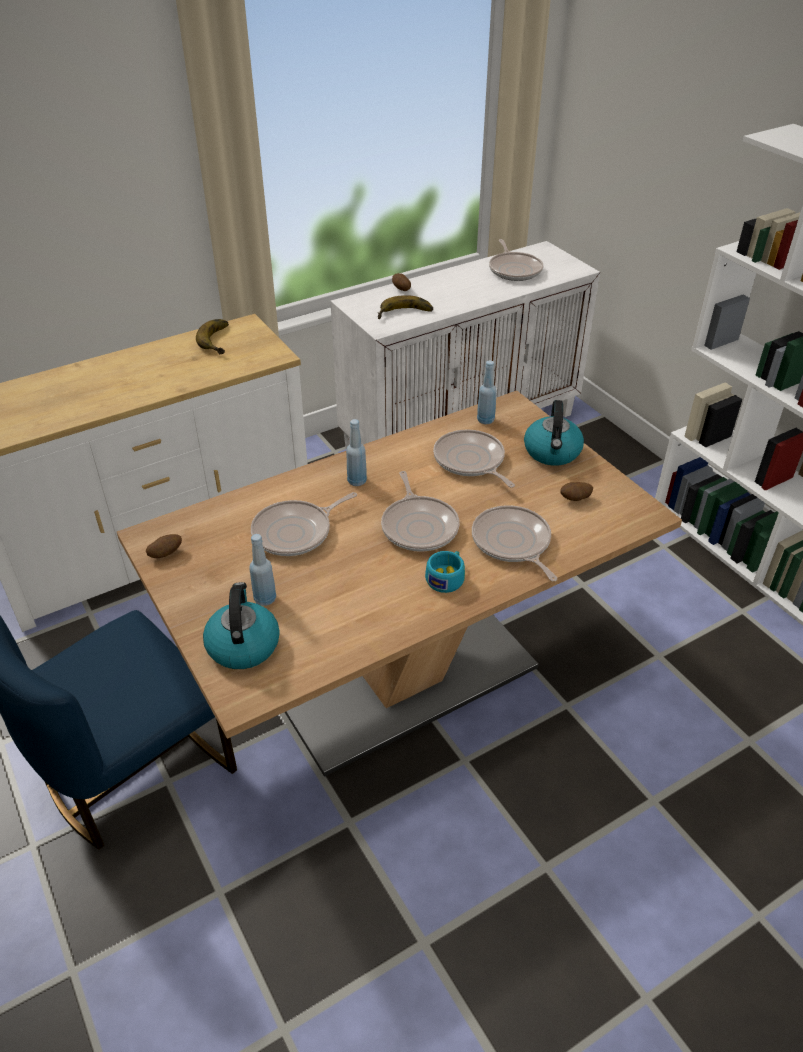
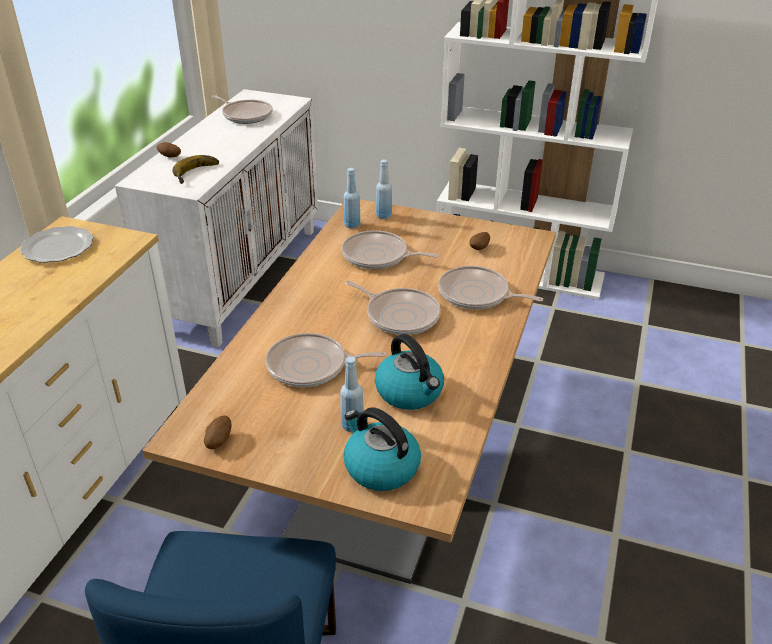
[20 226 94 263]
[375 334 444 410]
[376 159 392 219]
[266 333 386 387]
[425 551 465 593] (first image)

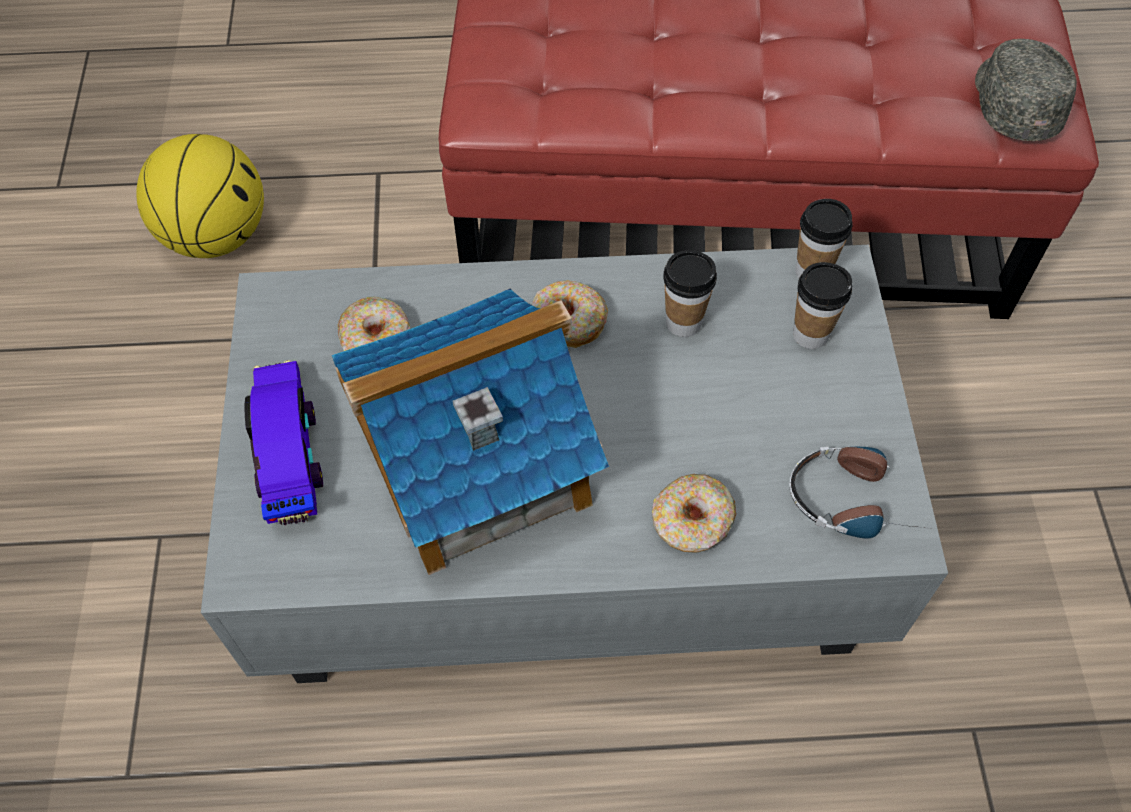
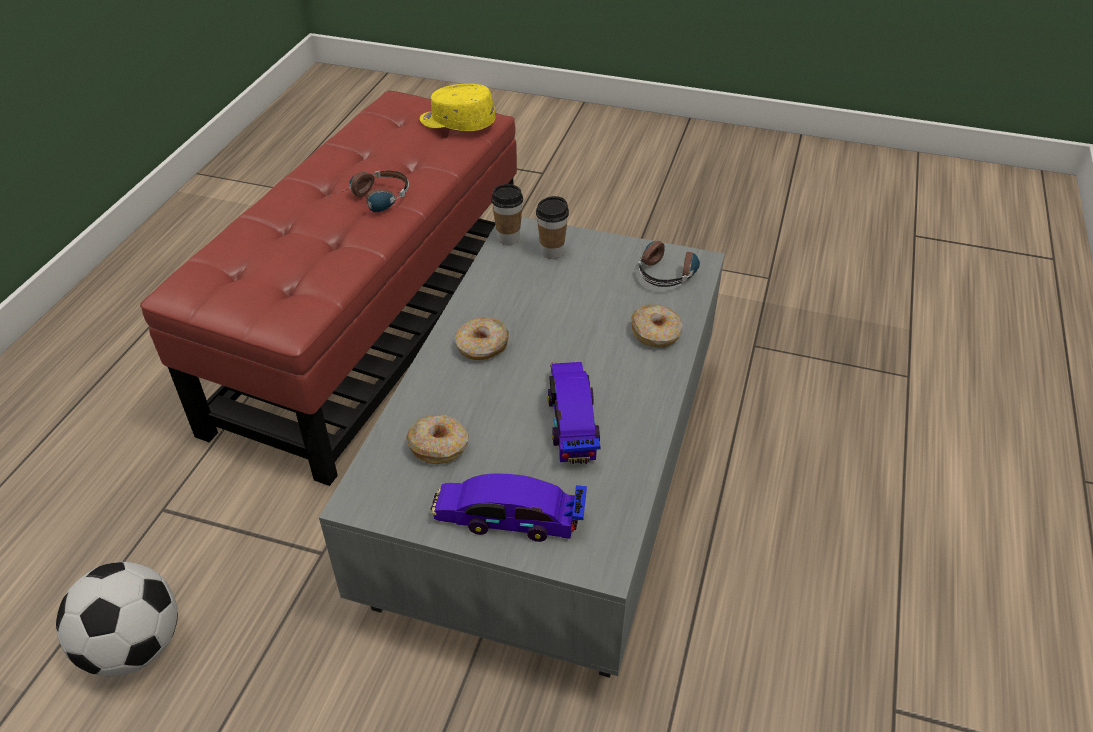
[420 84 495 131]
[56 562 178 676]
[663 250 717 337] (first image)
[547 361 601 464]
[329 170 409 212]

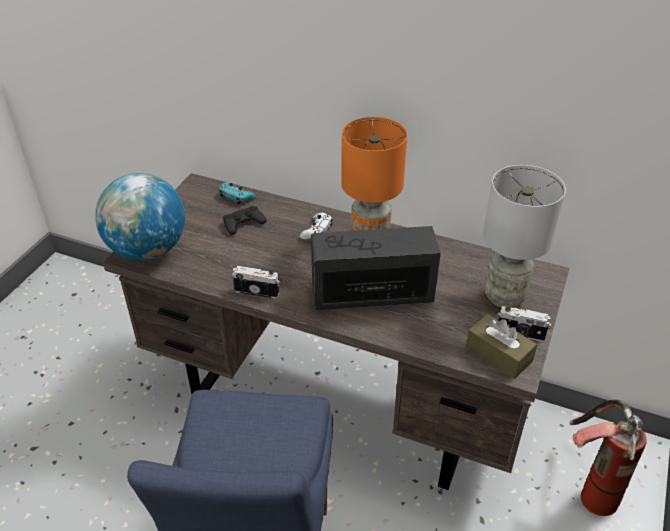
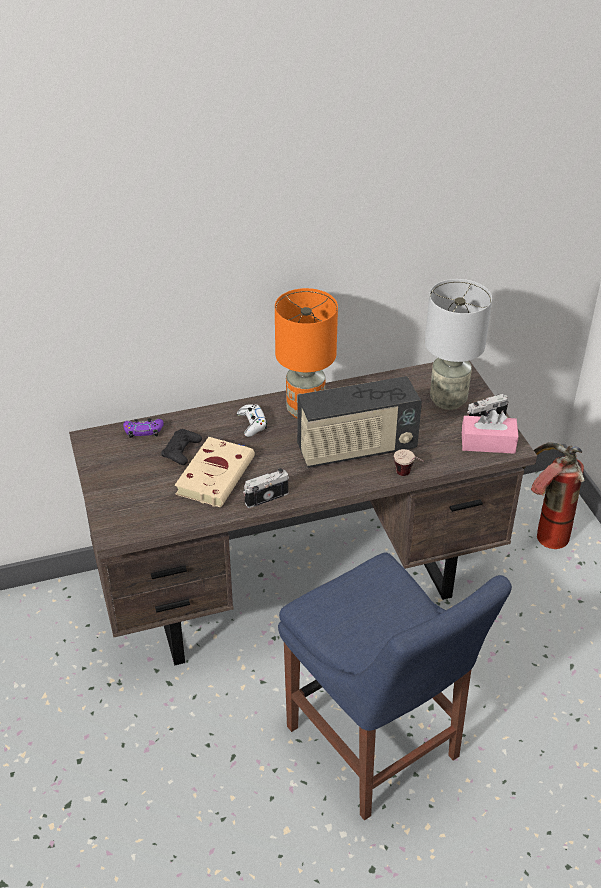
[95 173 185 260] (first image)
[123 418 164 438]
[297 376 422 468]
[462 410 519 454]
[175 437 255 508]
[394 449 424 476]

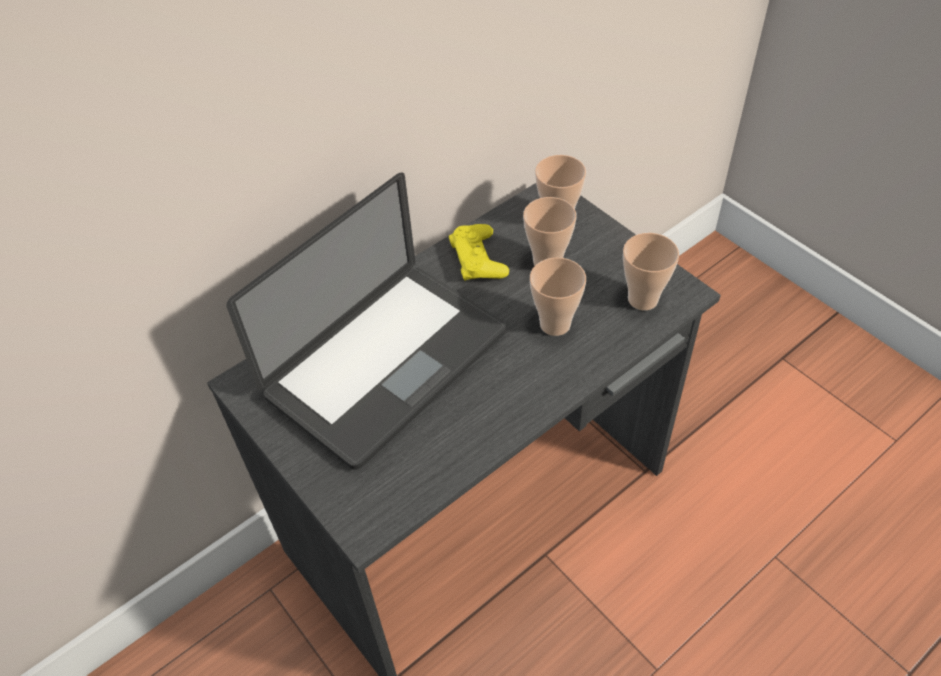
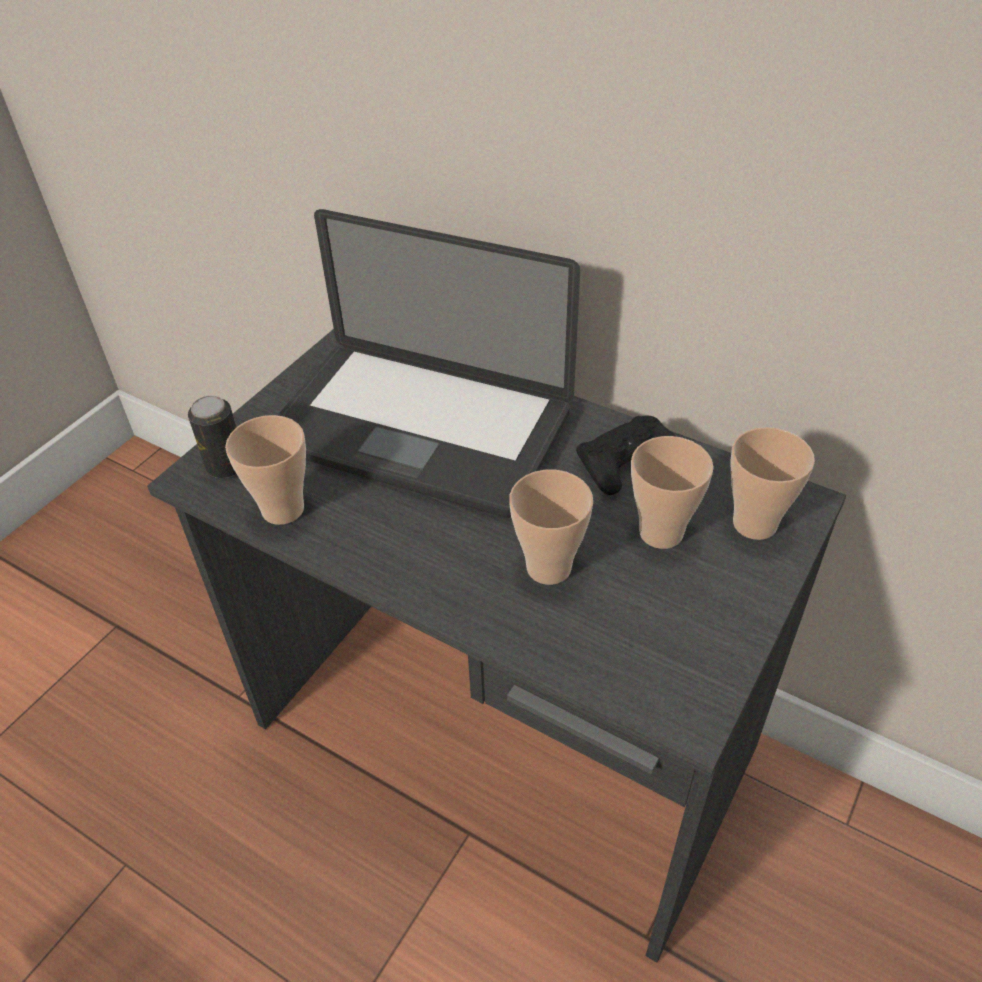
[576 416 676 495]
[225 415 306 525]
[188 395 236 478]

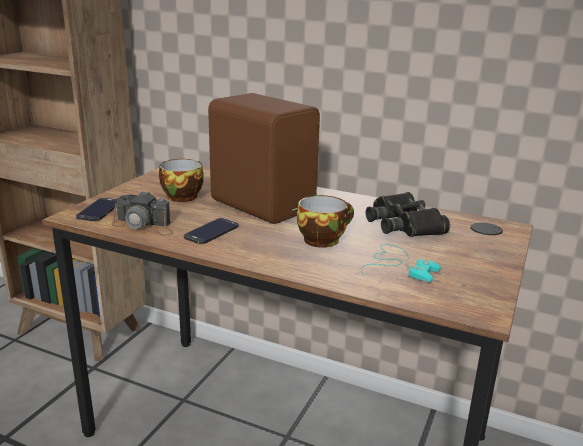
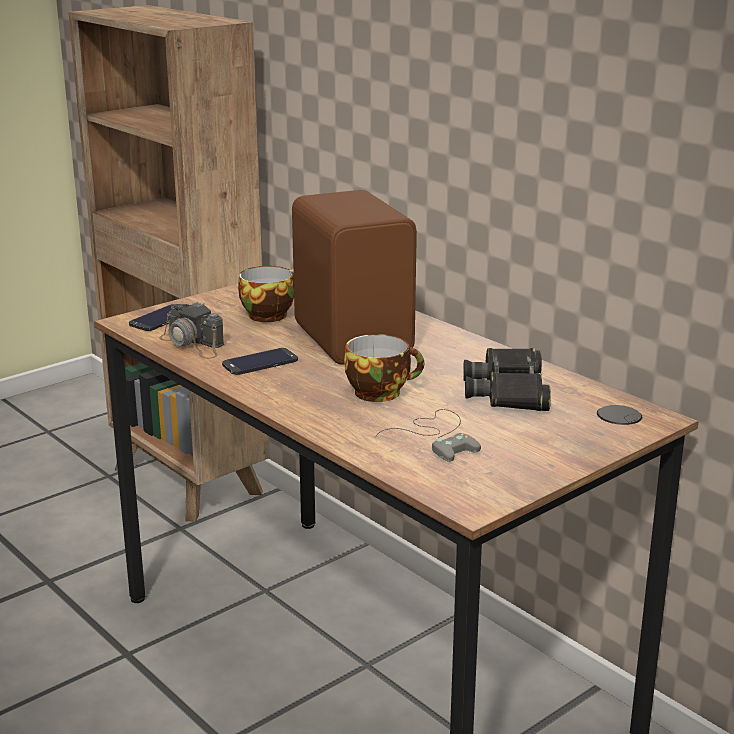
[375 409 481 462]

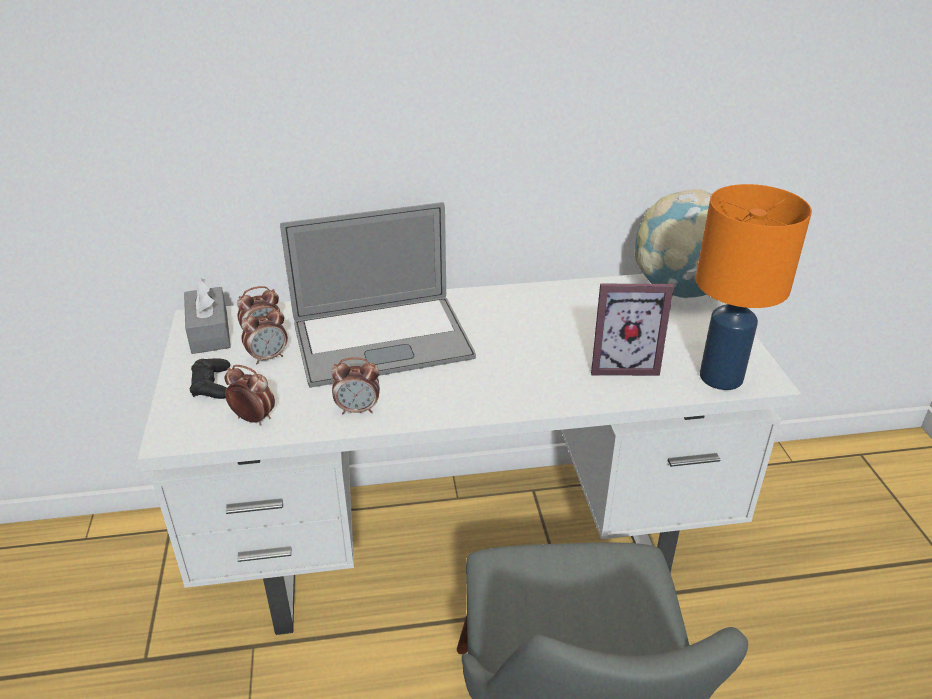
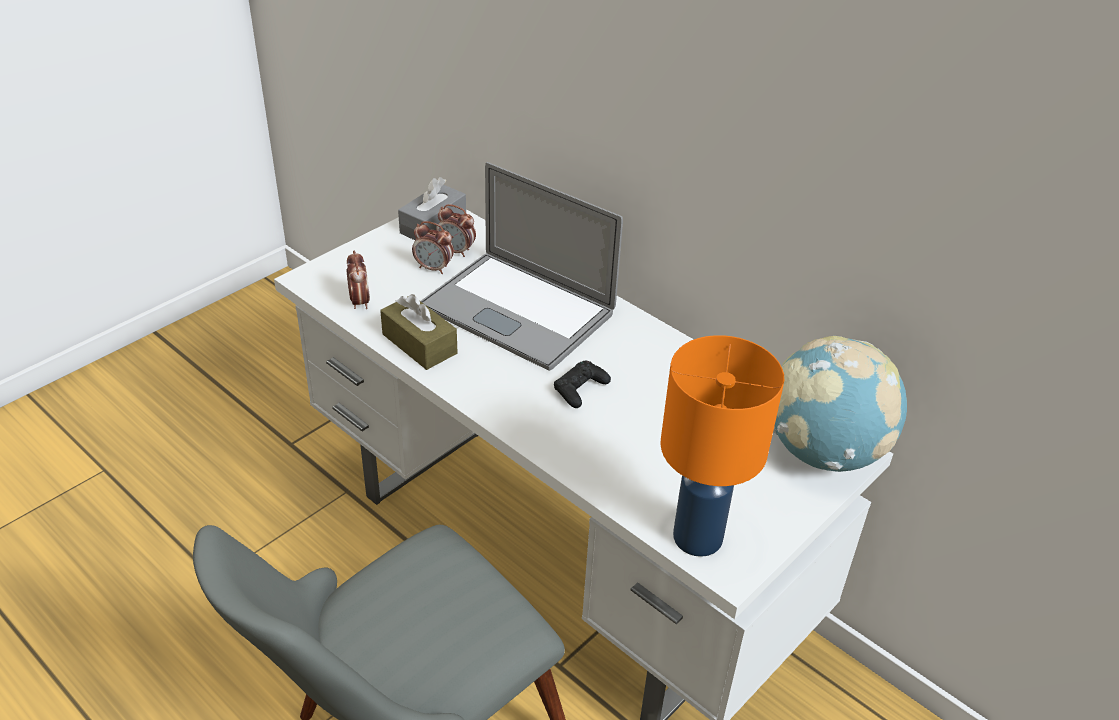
[591 284 674 376] (first image)
[380 294 457 370]
[554 361 611 408]

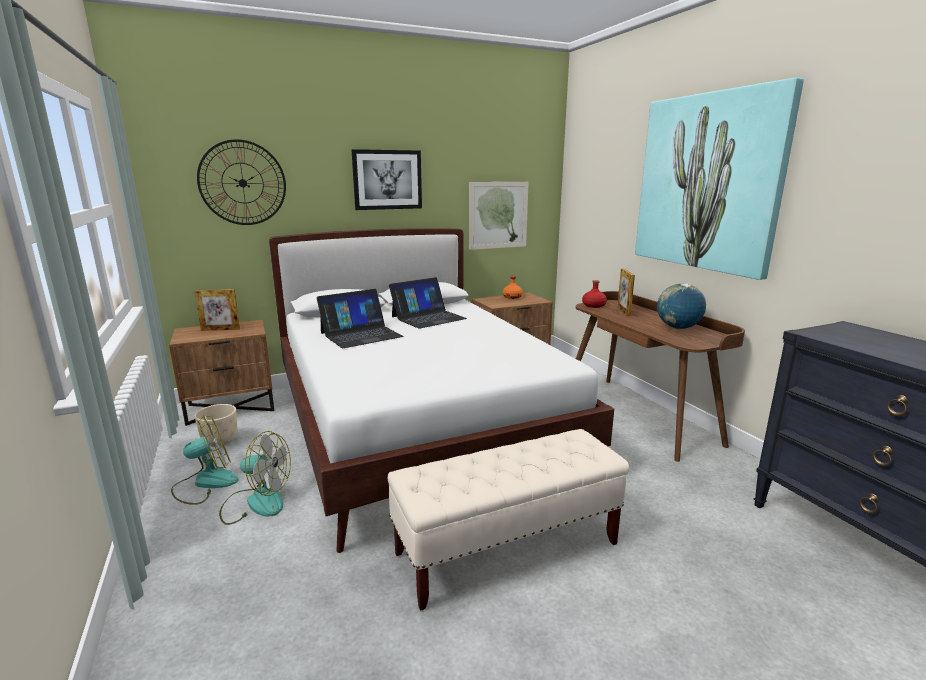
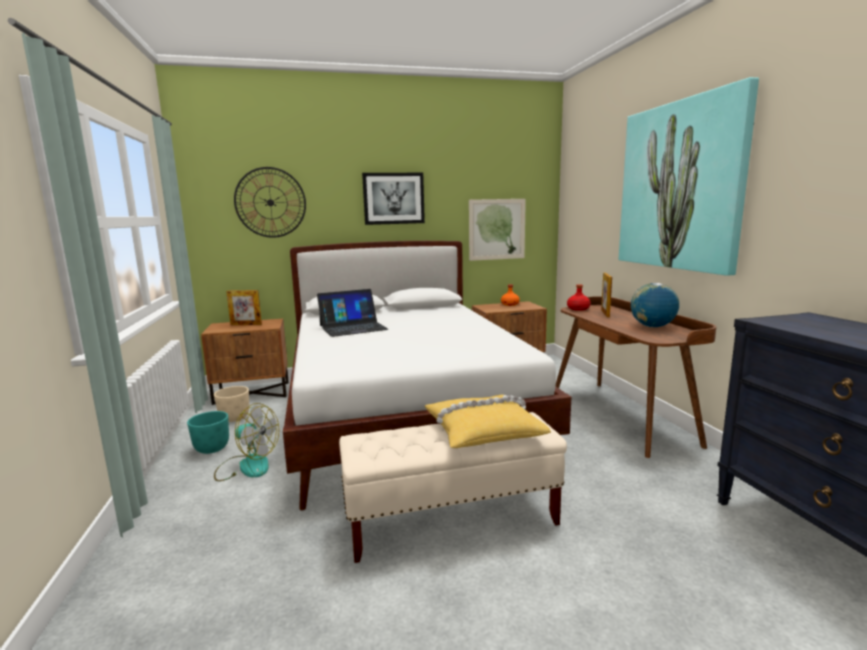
[389 277 467 329] (first image)
[187 411 229 454]
[425 395 551 448]

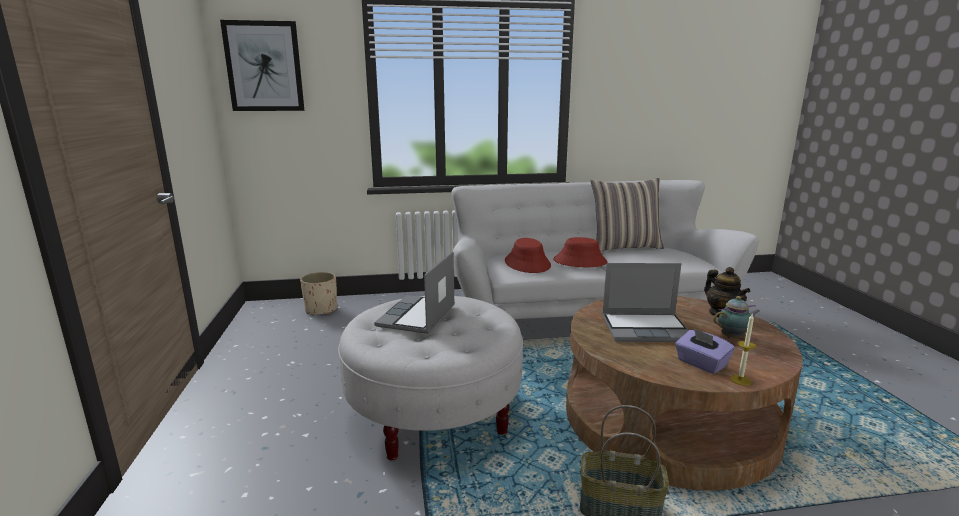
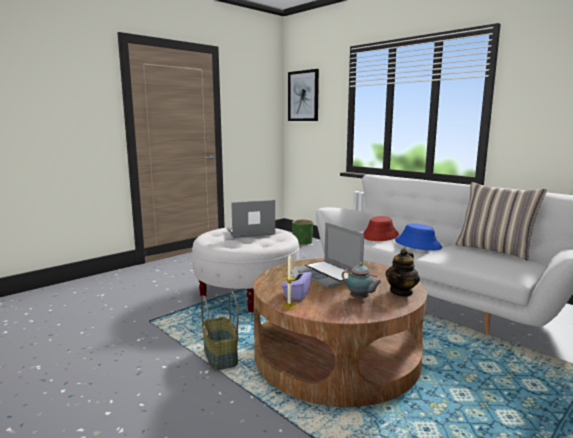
[395 223 442 251]
[292 220 313 245]

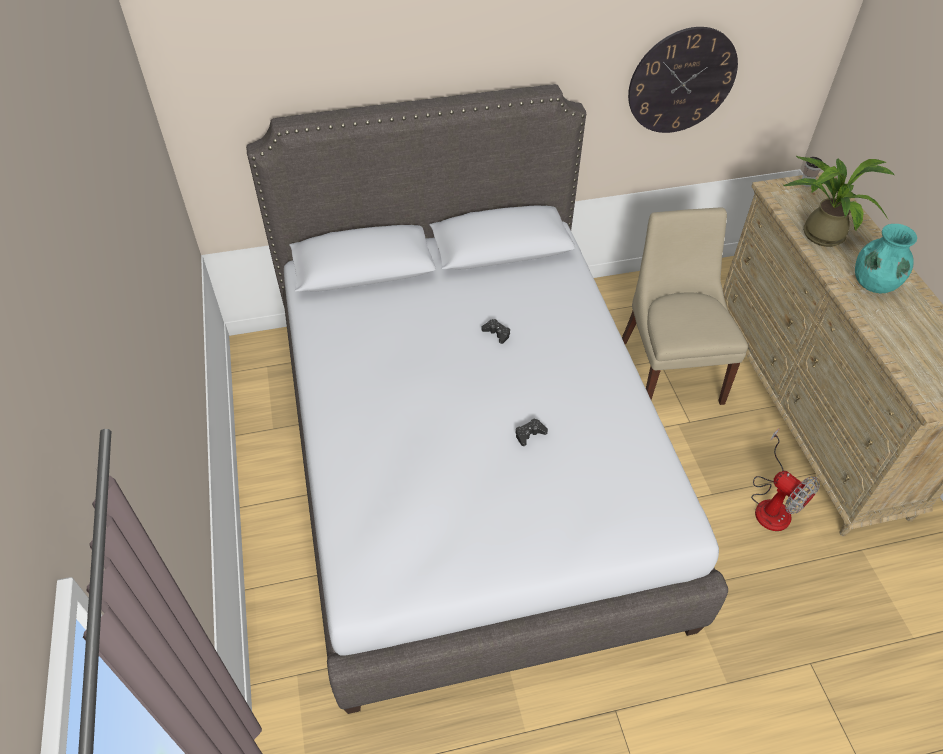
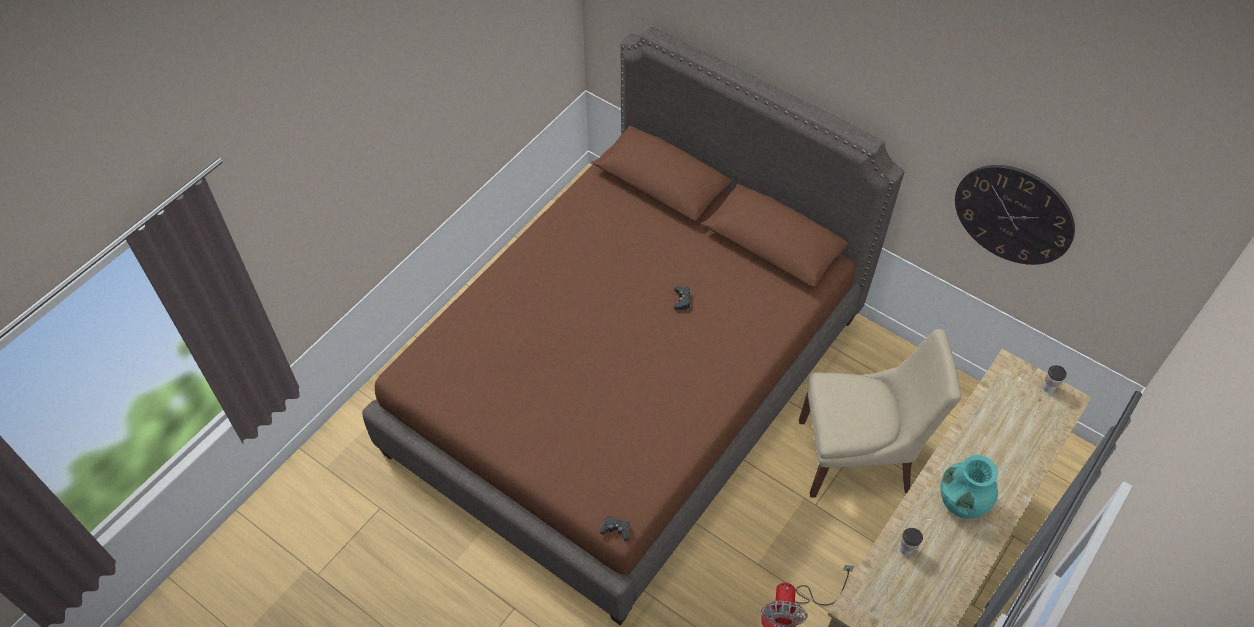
[362 27 904 626]
[784 156 894 247] (first image)
[799 329 962 498]
[600 516 630 541]
[900 528 923 556]

